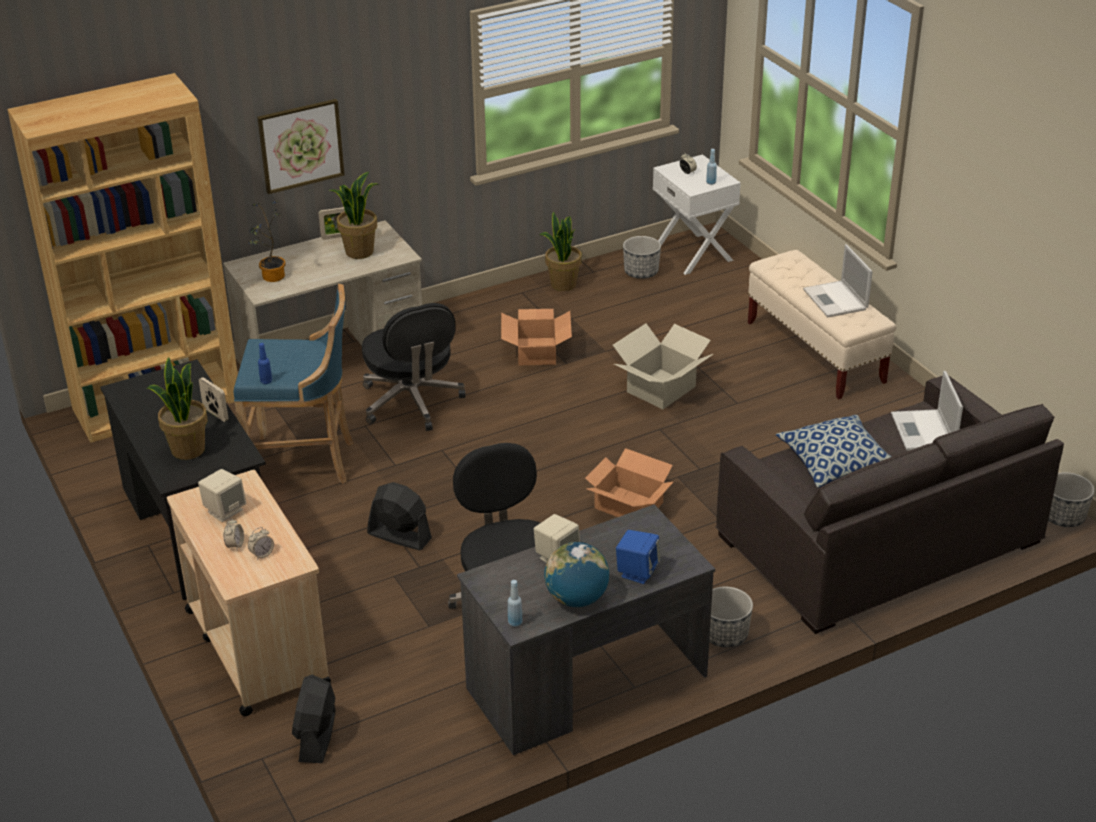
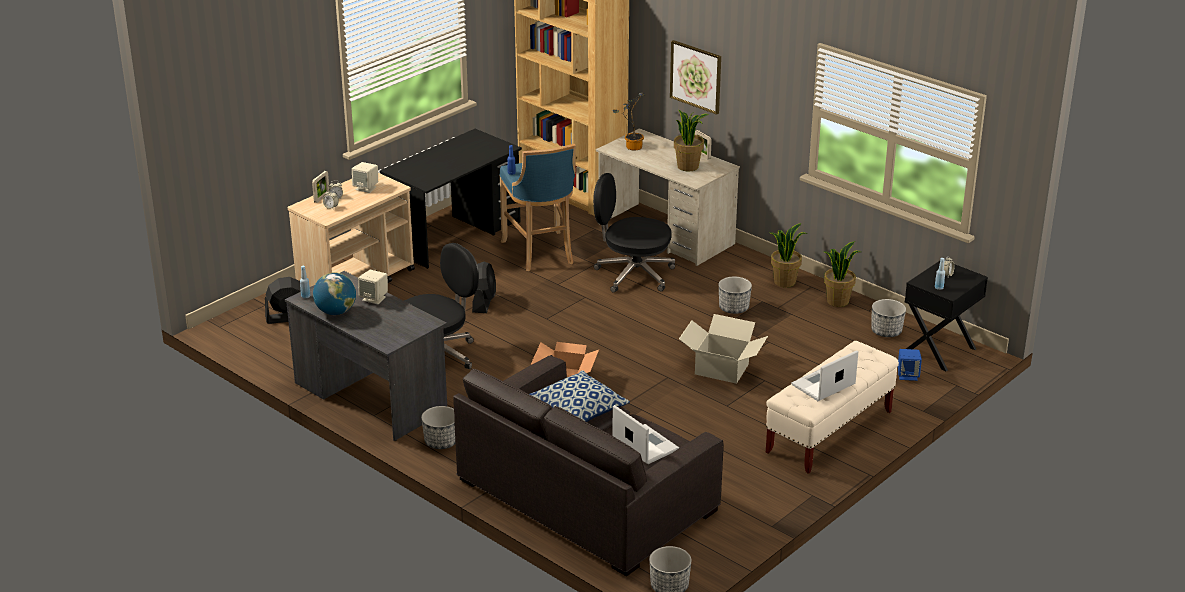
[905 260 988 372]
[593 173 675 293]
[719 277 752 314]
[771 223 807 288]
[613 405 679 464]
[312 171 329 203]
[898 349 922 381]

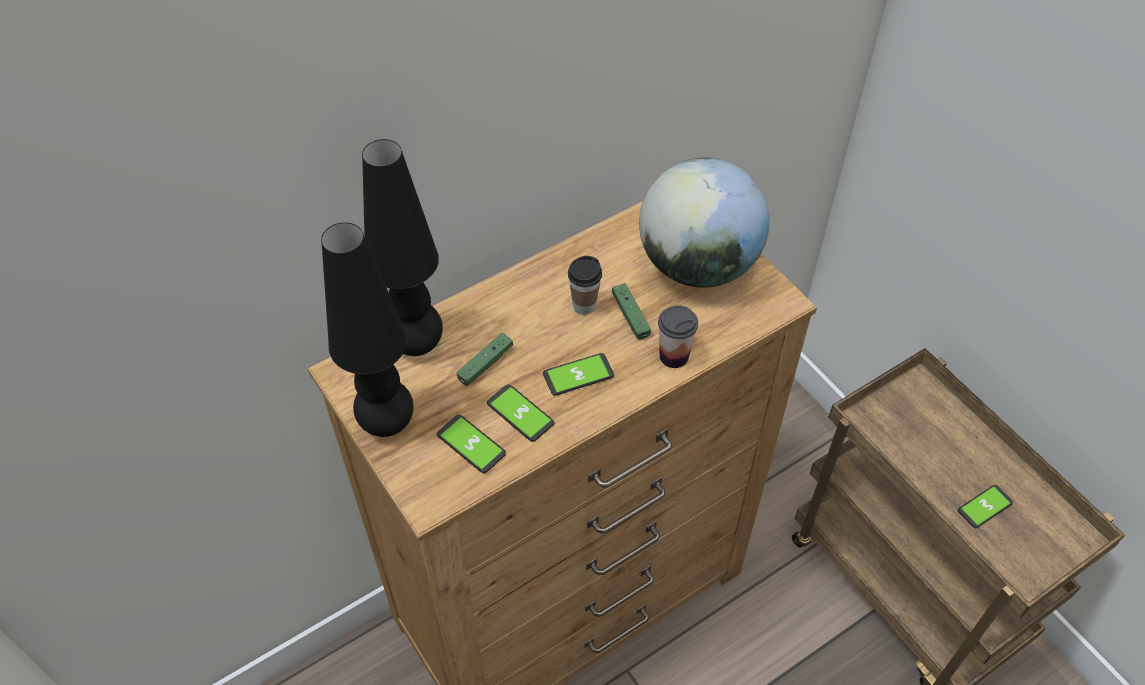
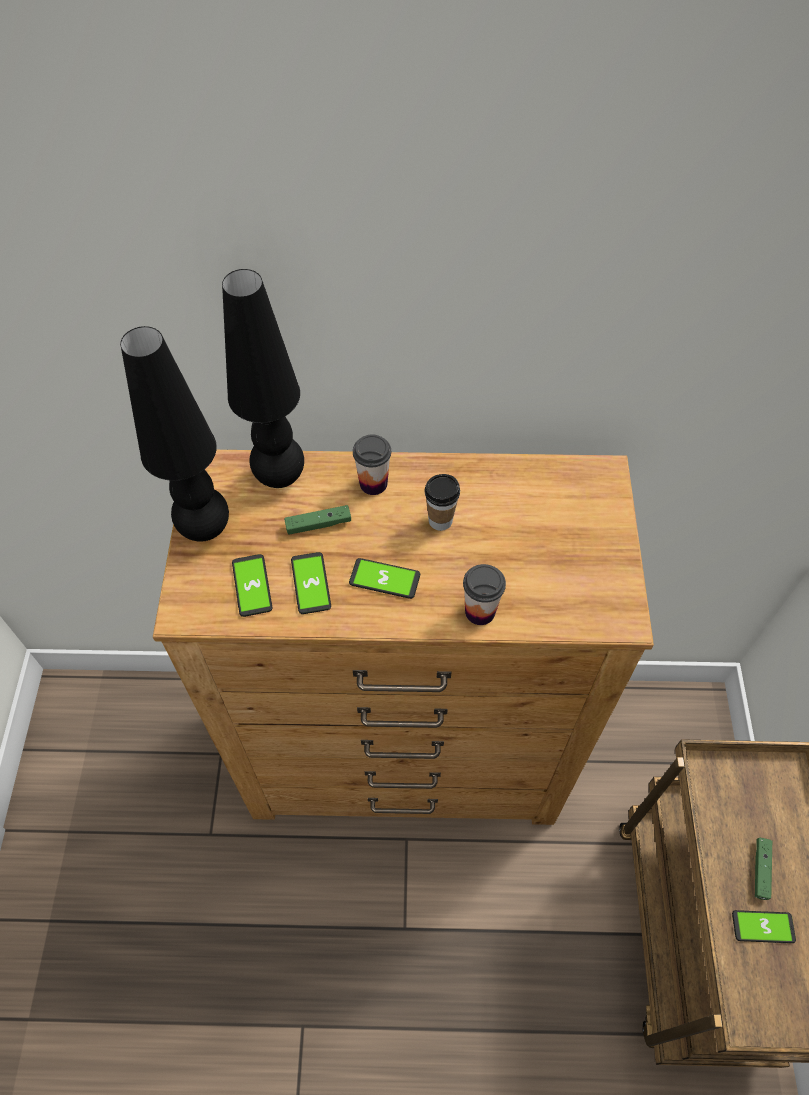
[639 157 769 288] (first image)
[755 838 772 900]
[353 434 391 495]

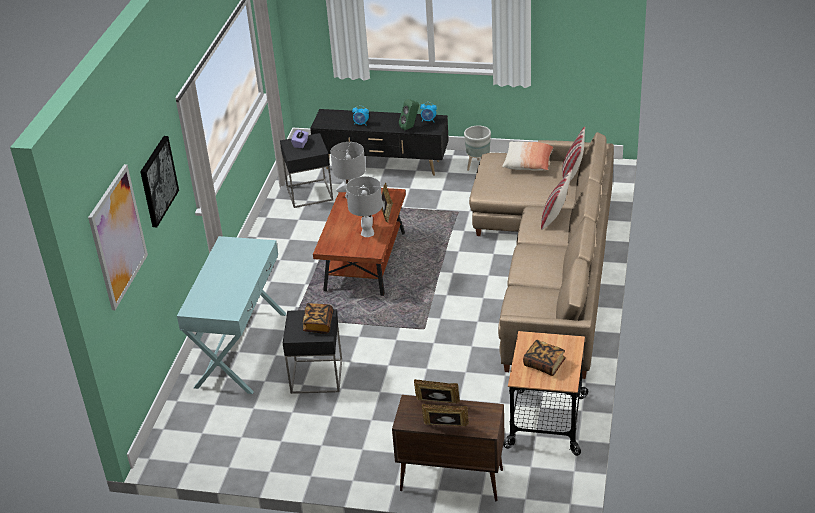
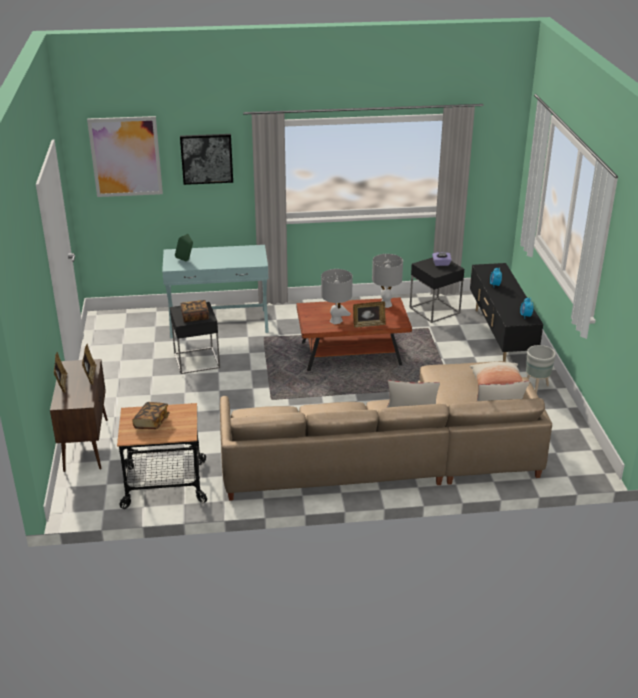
[175 234 193 261]

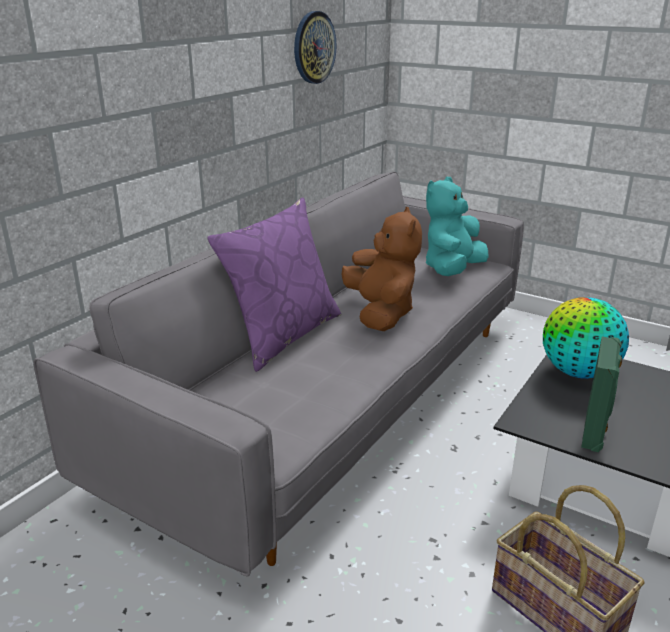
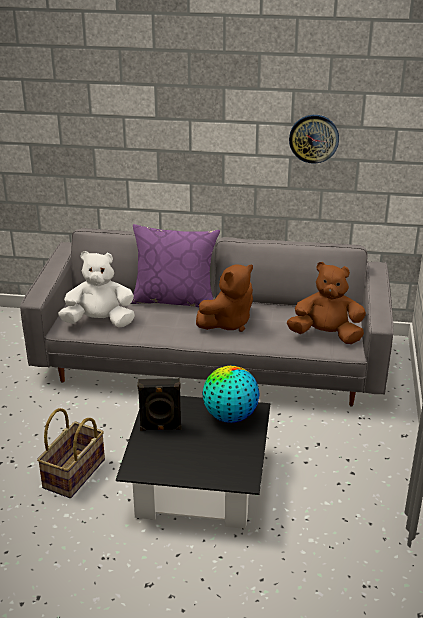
[287 262 366 344]
[137 378 181 431]
[58 251 135 327]

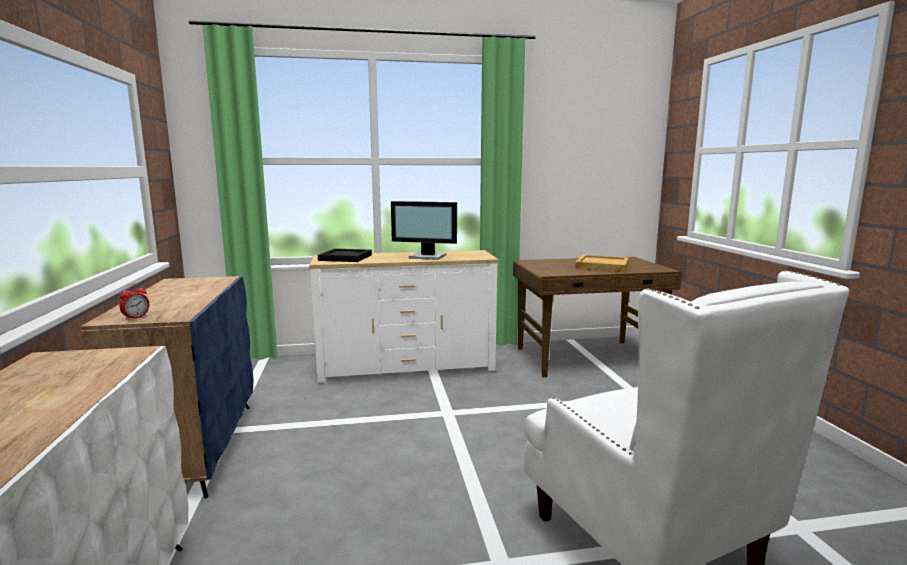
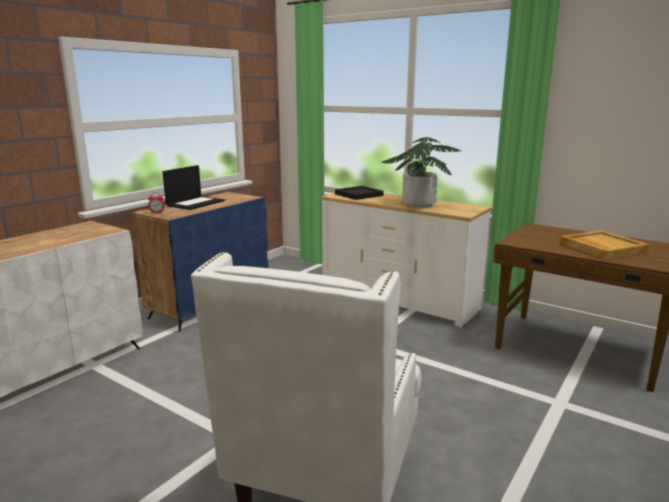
[381 137 461 208]
[162 165 225 210]

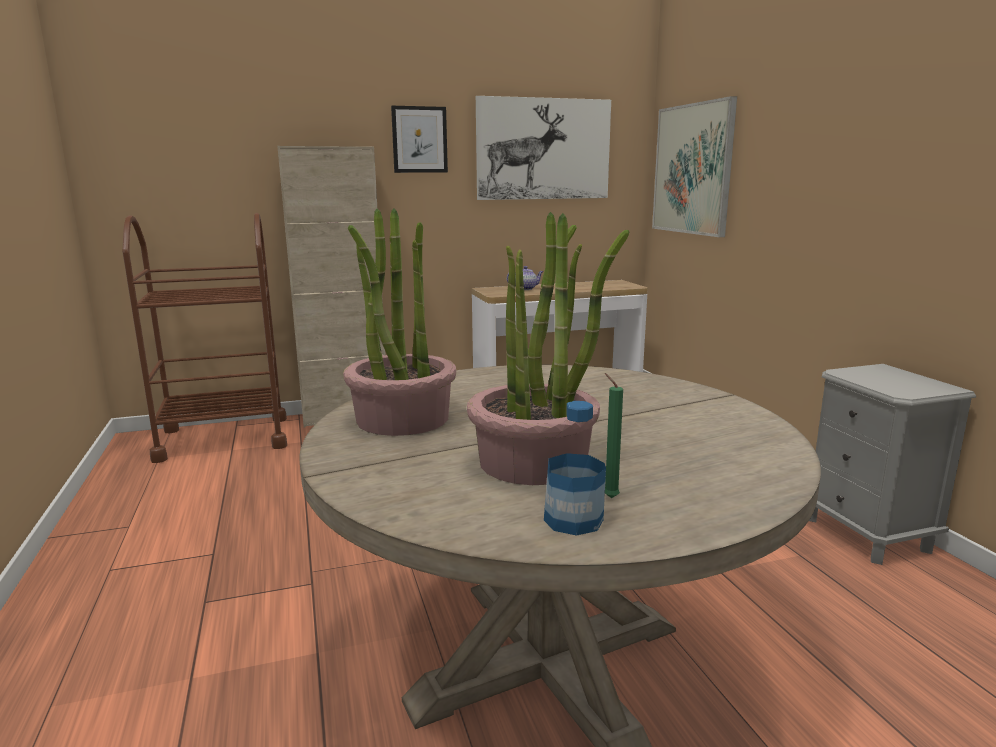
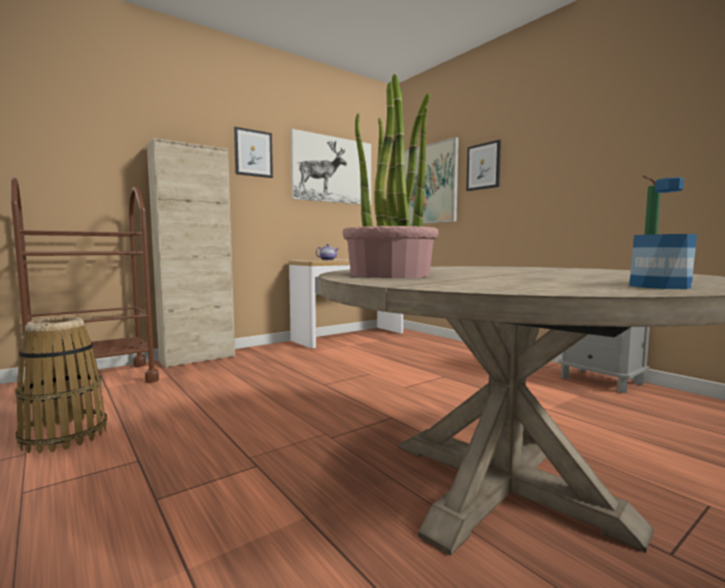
[467 212 629 485] (first image)
[466 140 501 191]
[15 317 107 453]

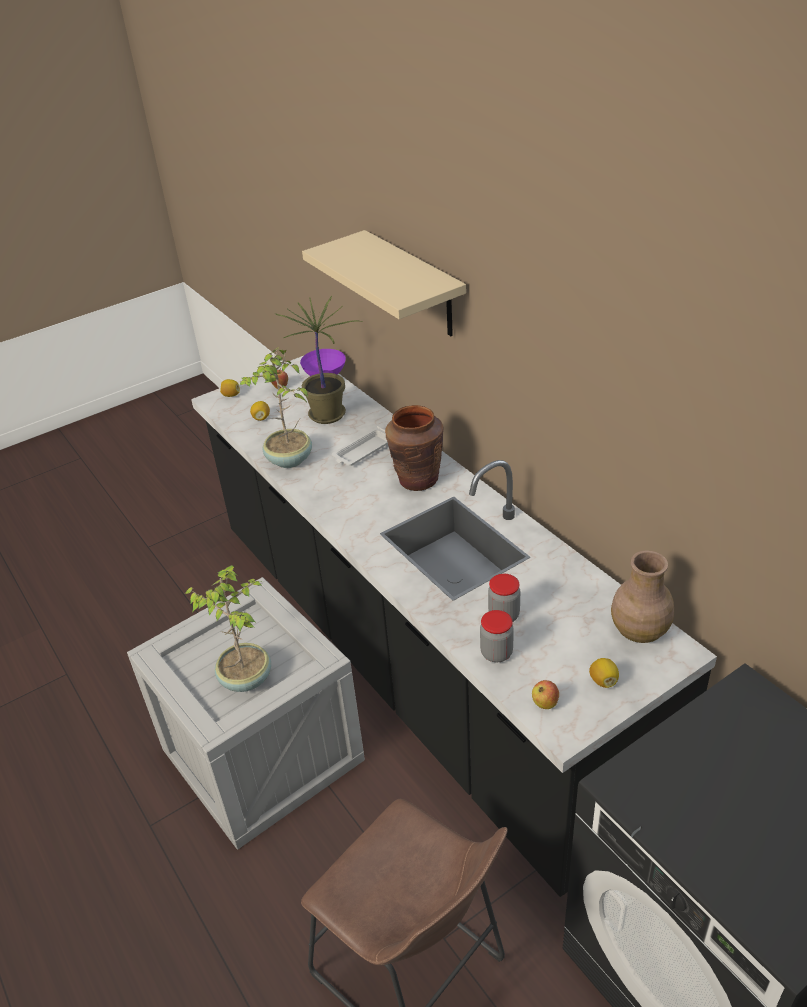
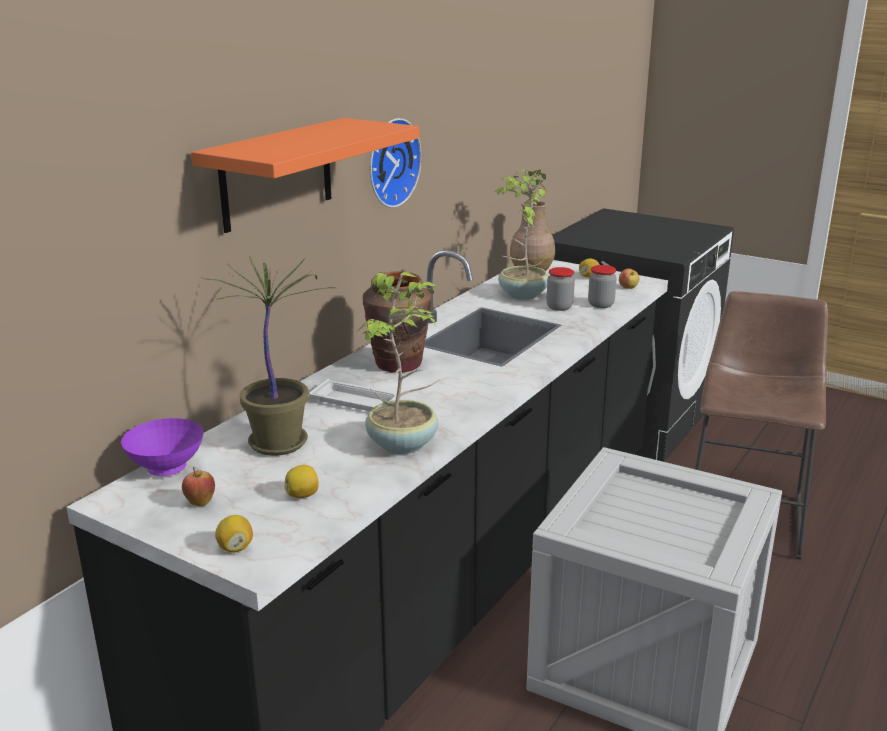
[191 118 420 233]
[495 170 548 300]
[370 118 422 208]

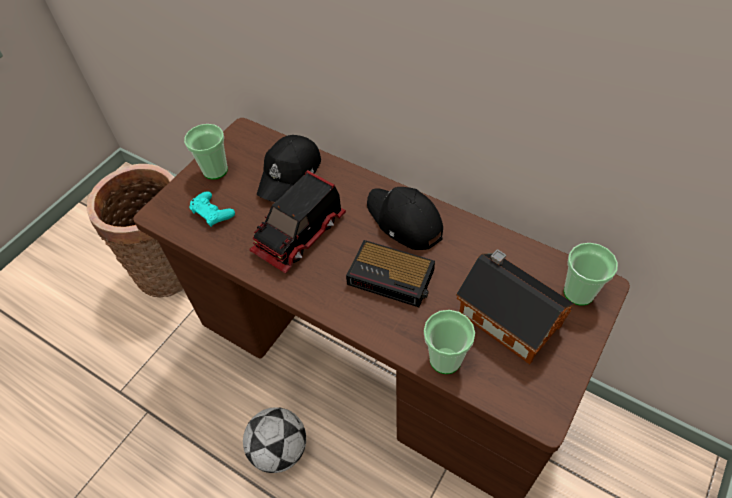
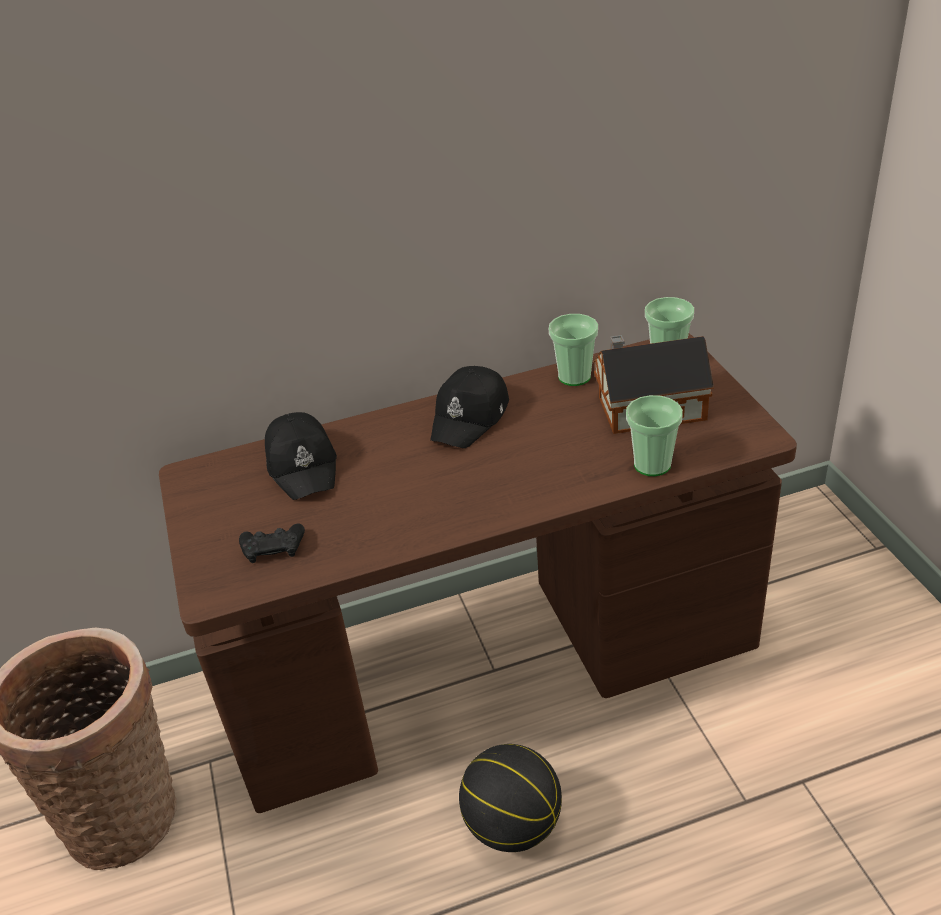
[549 314 598 386]
[249 170 346 274] (first image)
[430 366 509 448]
[239 523 305 563]
[346 240 435 307] (first image)
[459 744 562 852]

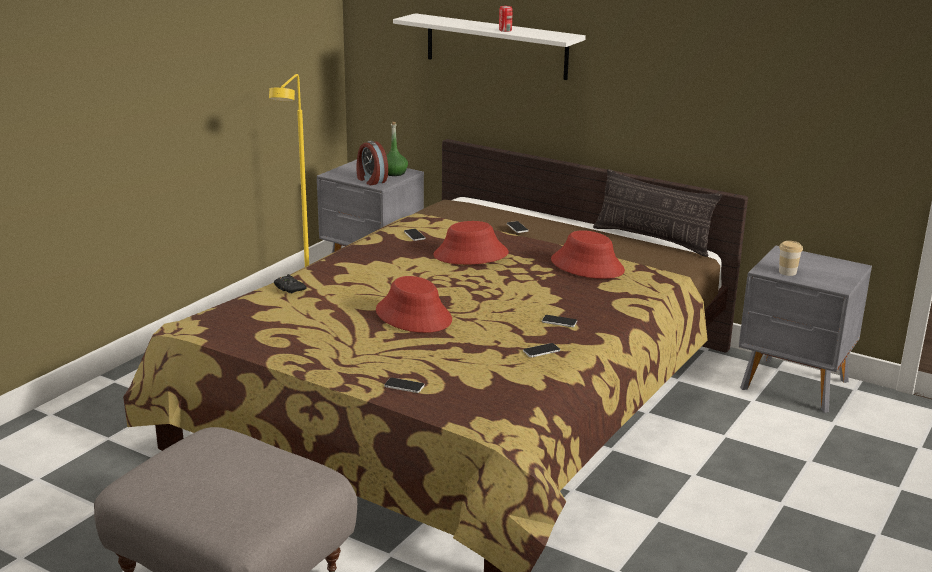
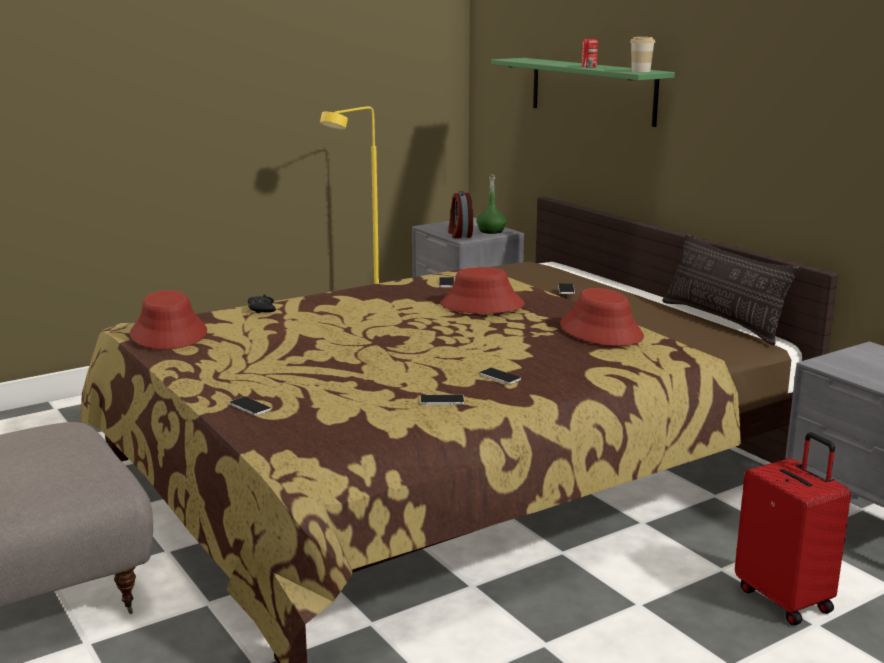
[491 58 675 127]
[630 37 655 72]
[130 290 207 349]
[735 432 851 625]

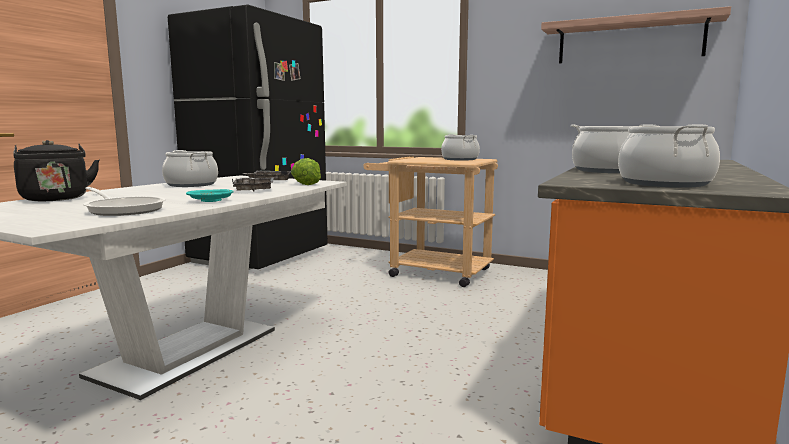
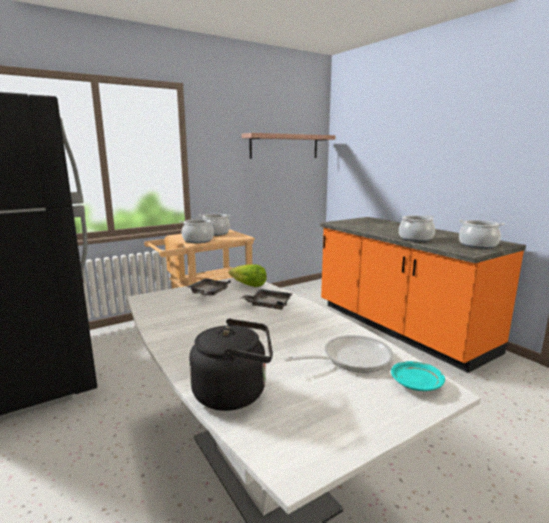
[179 219 215 243]
[391 361 445 391]

